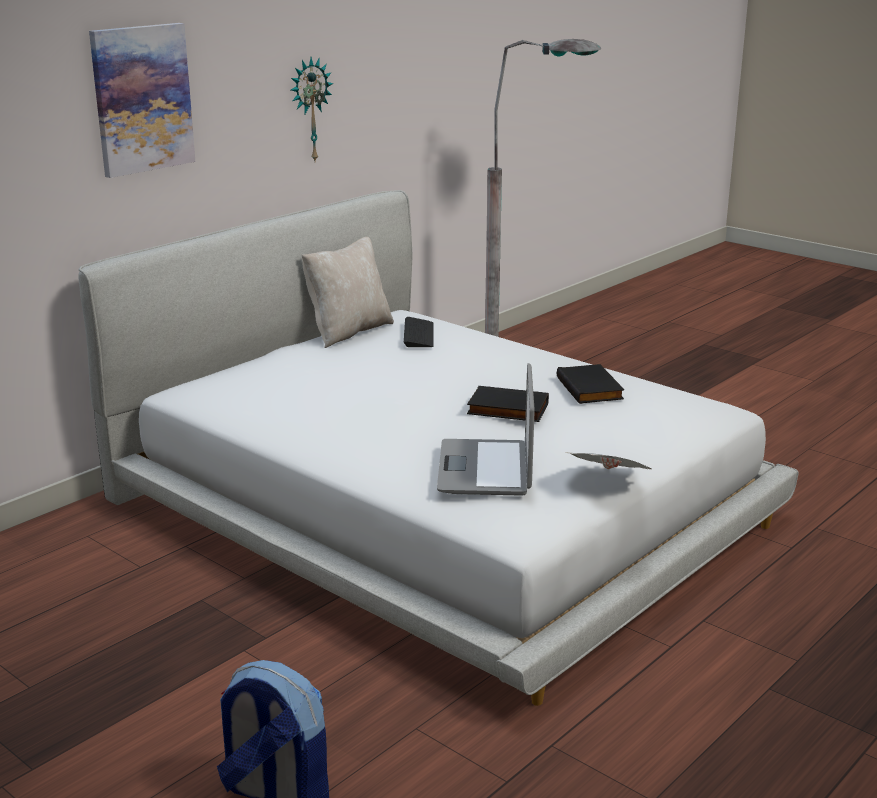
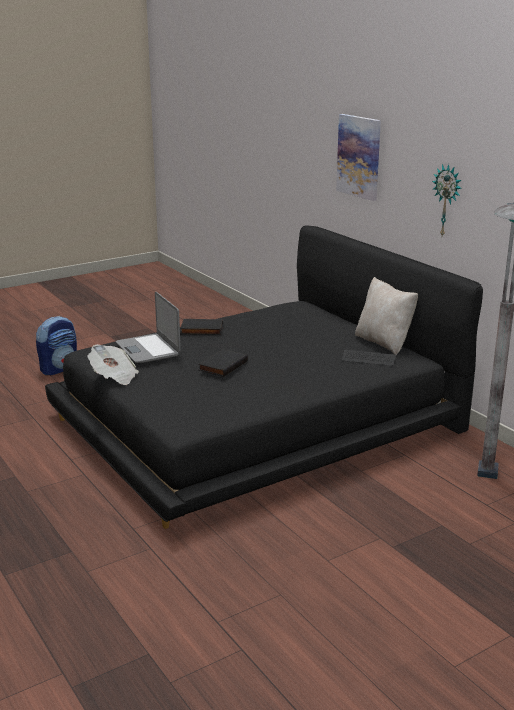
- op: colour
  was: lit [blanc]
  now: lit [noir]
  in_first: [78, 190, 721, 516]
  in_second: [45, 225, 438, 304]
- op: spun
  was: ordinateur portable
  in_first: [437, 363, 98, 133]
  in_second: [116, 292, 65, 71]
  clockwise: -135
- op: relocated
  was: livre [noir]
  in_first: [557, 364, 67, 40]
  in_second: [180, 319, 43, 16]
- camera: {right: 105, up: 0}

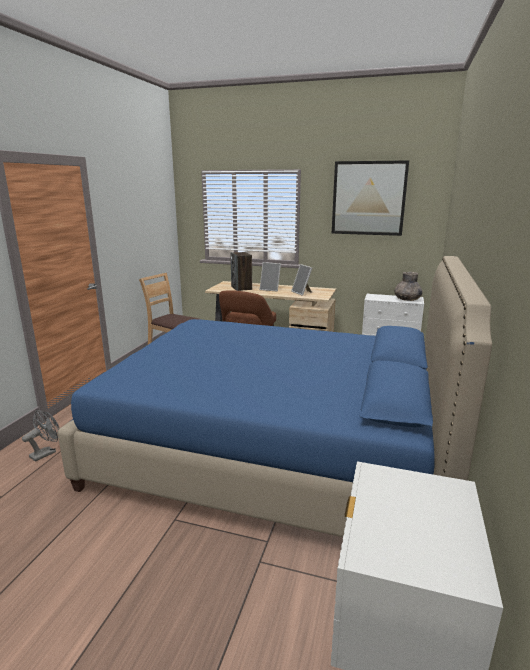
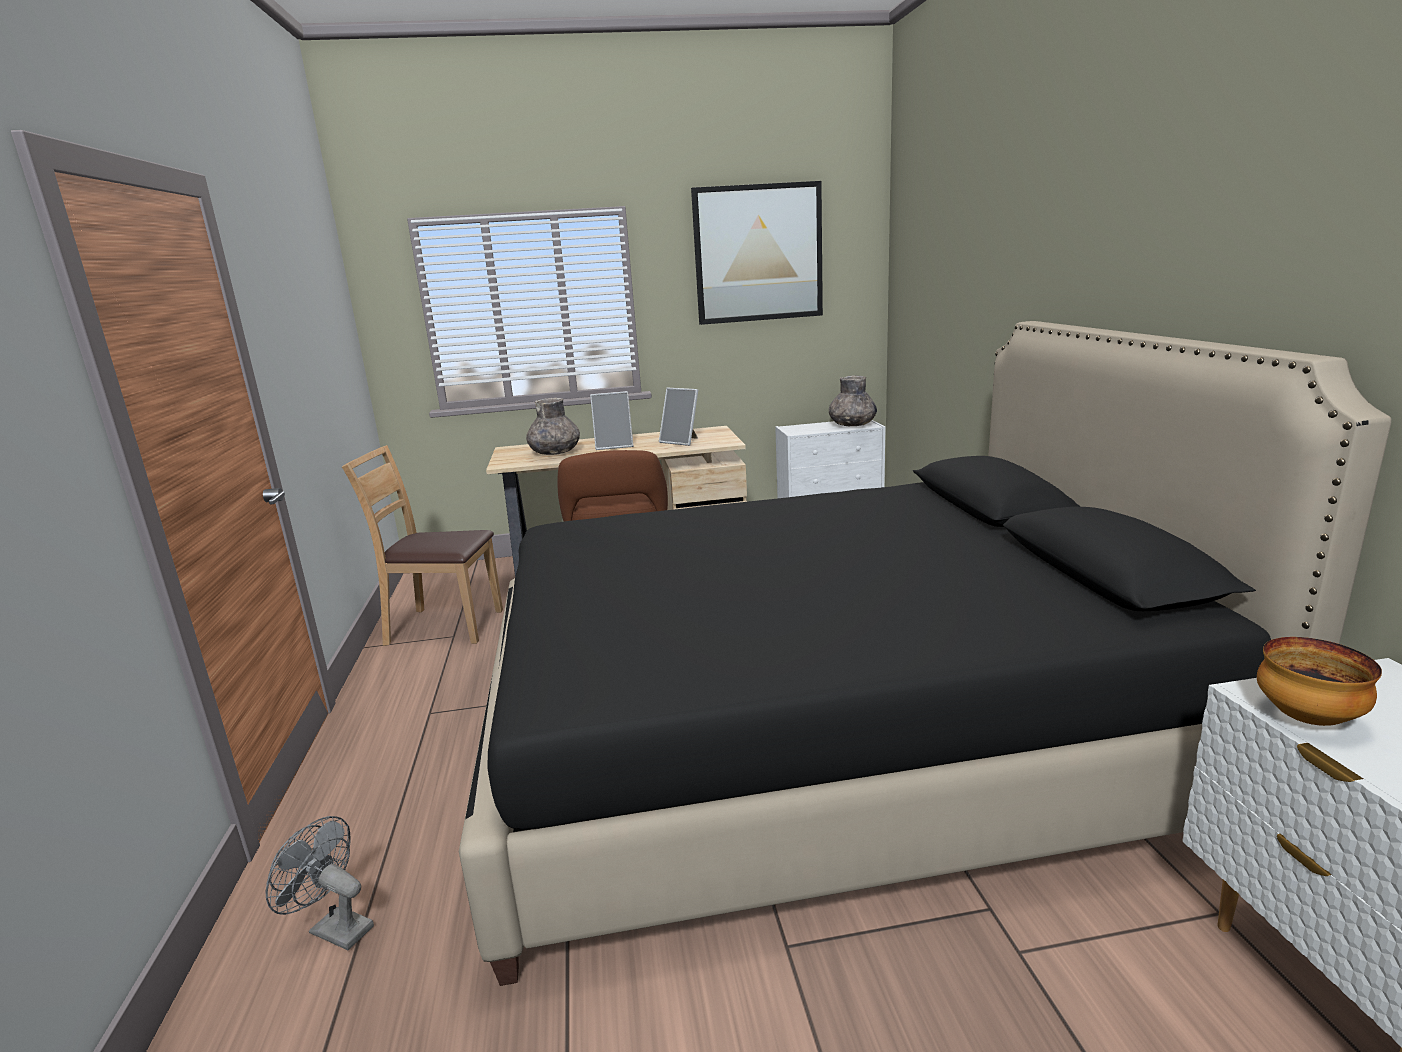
- op: spun
  was: ventilateur [gris]
  in_first: [22, 410, 37, 52]
  in_second: [265, 816, 109, 134]
  clockwise: -75
- op: colour
  was: lit [bleu]
  now: lit [noir]
  in_first: [58, 256, 434, 281]
  in_second: [459, 321, 933, 665]
- op: exchanged
  was: enceinte
  now: vase [gris]
  in_first: [230, 252, 22, 39]
  in_second: [526, 398, 54, 57]
- op: appeared
  now: bol
  in_second: [1257, 637, 125, 89]
- camera: {right: -25, up: 0}

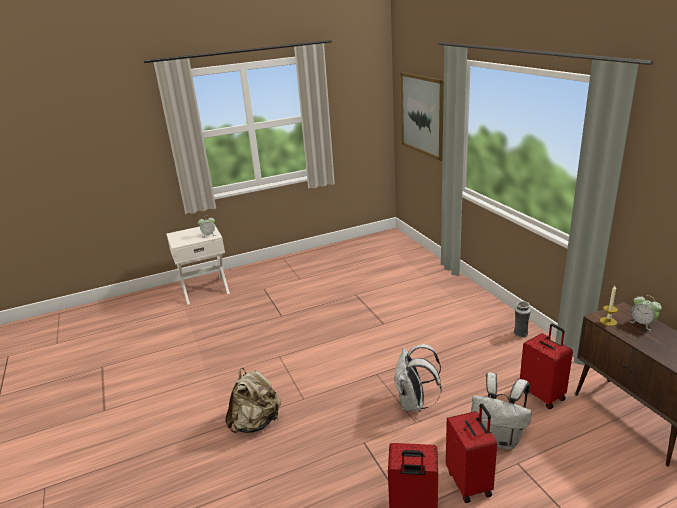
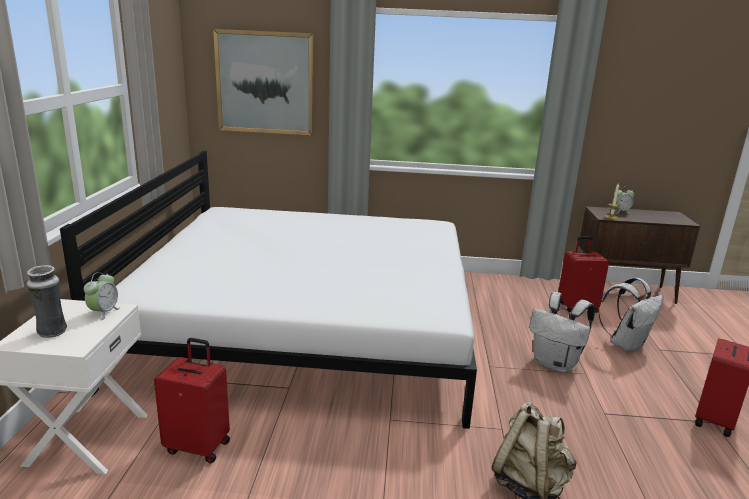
- op: relocated
  was: valise [rouge]
  in_first: [446, 404, 51, 99]
  in_second: [154, 338, 76, 125]
- op: relocated
  was: vase
  in_first: [514, 301, 17, 37]
  in_second: [27, 265, 40, 73]
- op: appeared
  now: lit [blanc]
  in_second: [60, 151, 417, 278]
- camera: {right: -65, up: -5}

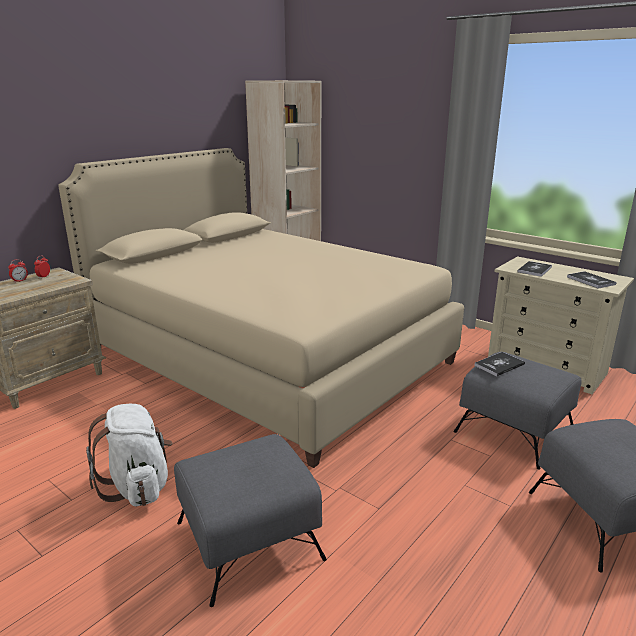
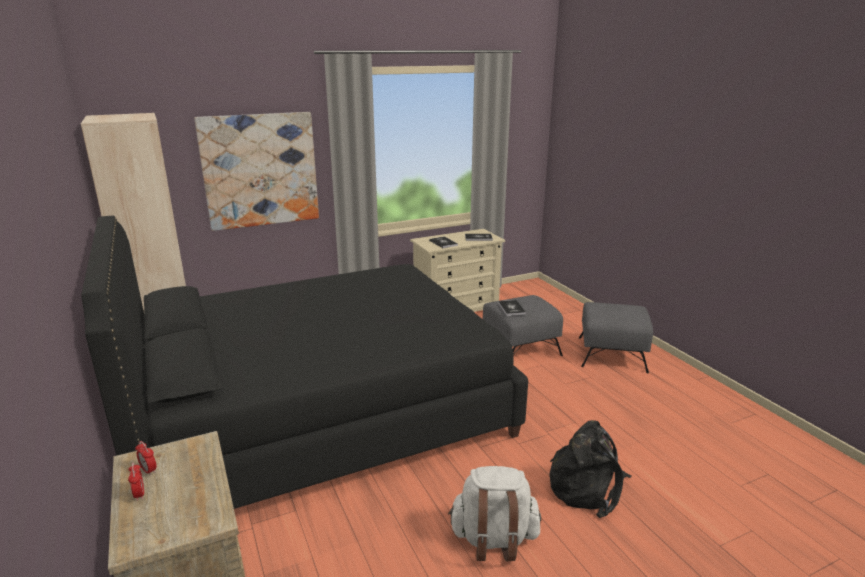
- op: colour
  was: lit [beige]
  now: lit [noir]
  in_first: [58, 148, 406, 320]
  in_second: [81, 216, 447, 293]
- op: exchanged
  was: pouf [gris]
  now: sac à dos [noir]
  in_first: [174, 434, 153, 173]
  in_second: [549, 420, 82, 98]
- op: appeared
  now: tableau
  in_second: [194, 112, 125, 119]
- camera: {right: -65, up: 0}

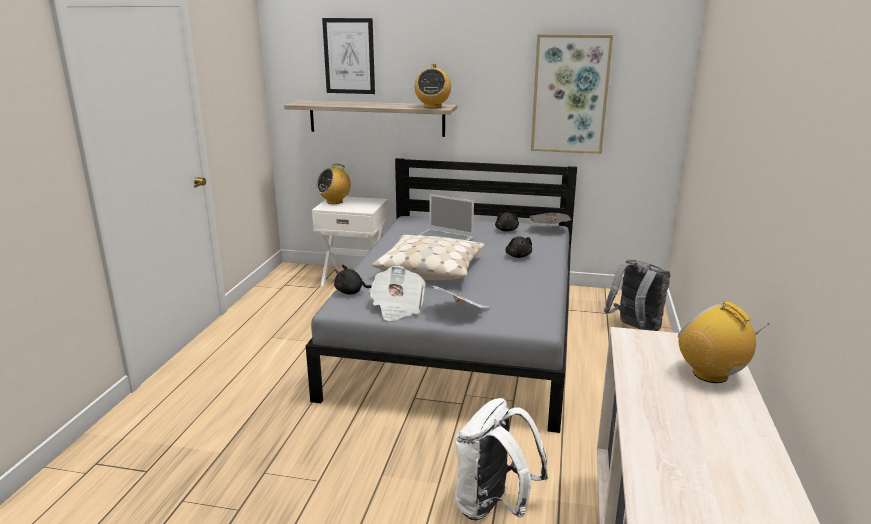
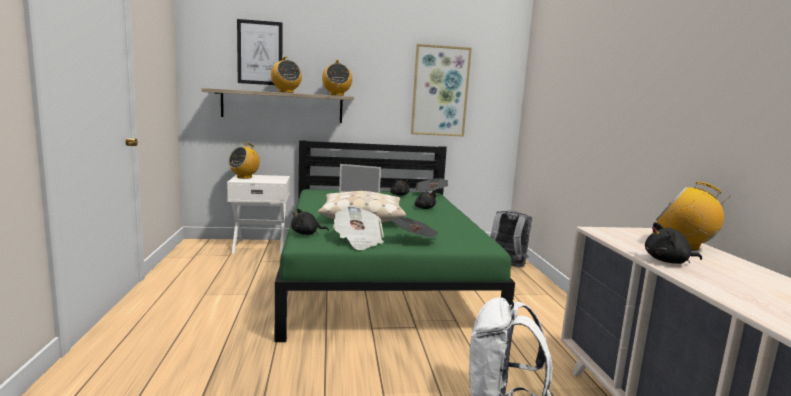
- op: colour
  was: lit [gris]
  now: lit [vert]
  in_first: [306, 158, 271, 275]
  in_second: [275, 140, 240, 202]
- op: appeared
  now: radio
  in_second: [271, 57, 31, 36]
- op: appeared
  now: peluche [noir]
  in_second: [645, 222, 57, 42]
- camera: {right: -20, up: -10}

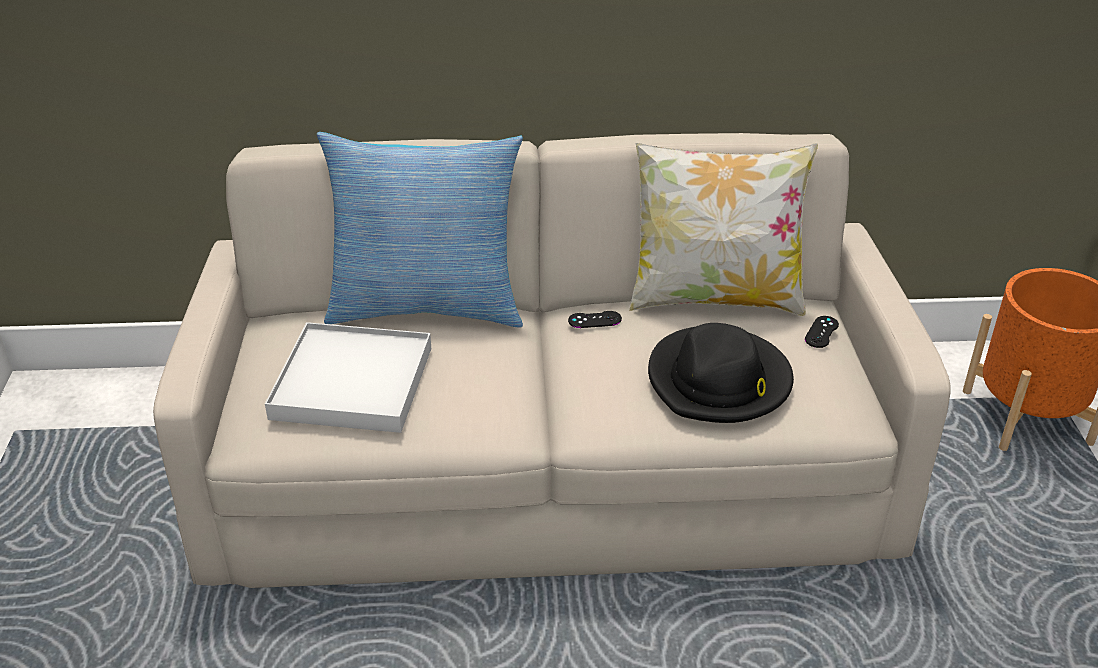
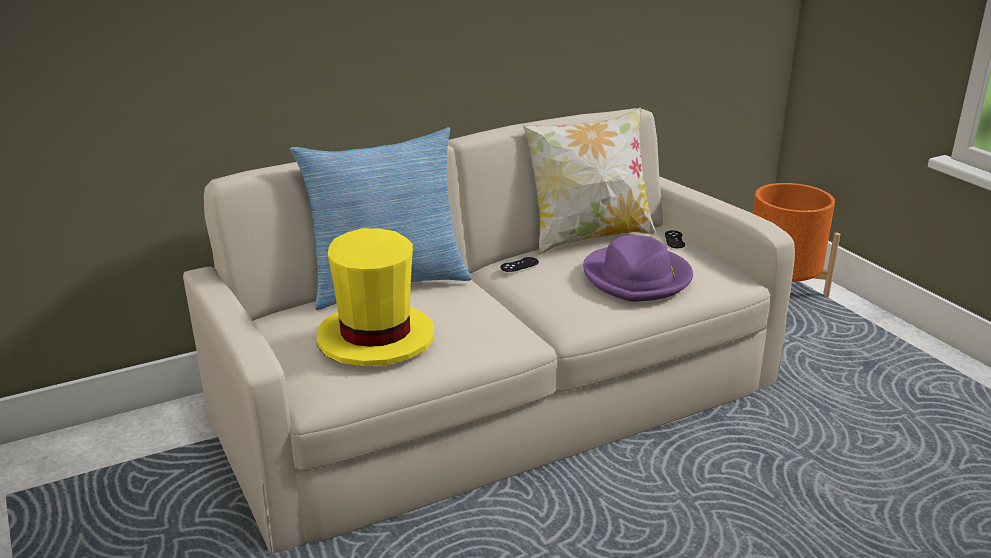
- op: exchanged
  was: plateau [blanc]
  now: chapeau [jaune]
  in_first: [265, 322, 166, 111]
  in_second: [317, 228, 117, 138]
- op: colour
  was: chapeau [noir]
  now: chapeau [violet]
  in_first: [648, 323, 146, 100]
  in_second: [583, 235, 110, 67]
- camera: {right: -25, up: -10}

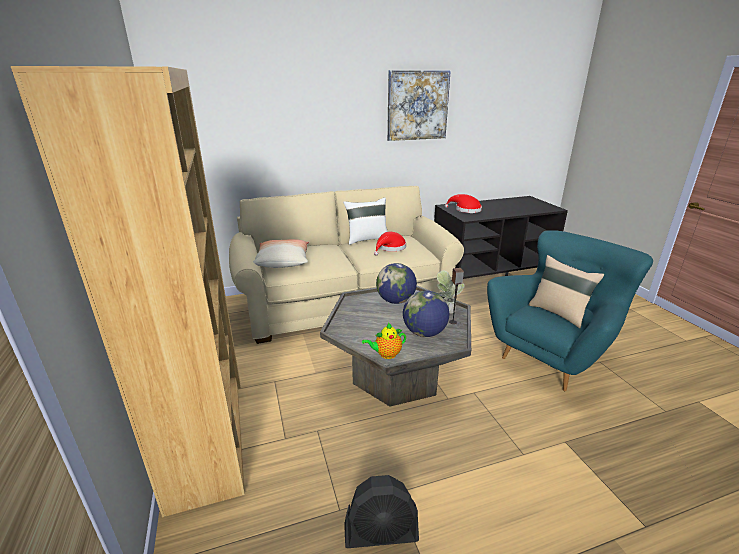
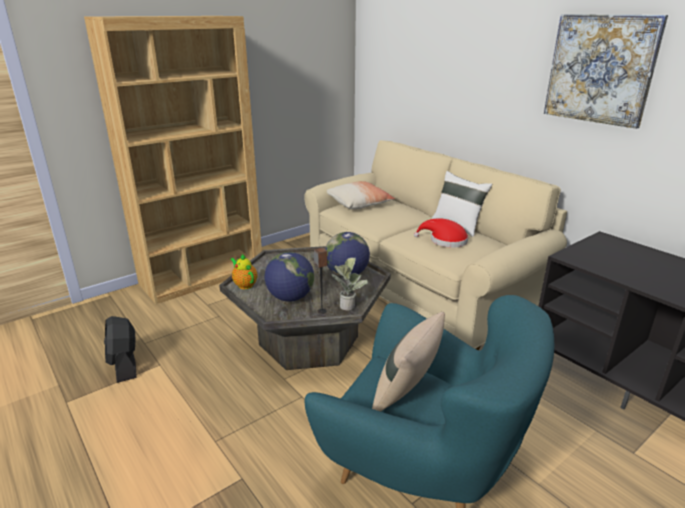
- op: missing
  was: chapeau [rouge]
  in_first: [445, 194, 37, 19]
- camera: {right: 70, up: 0}

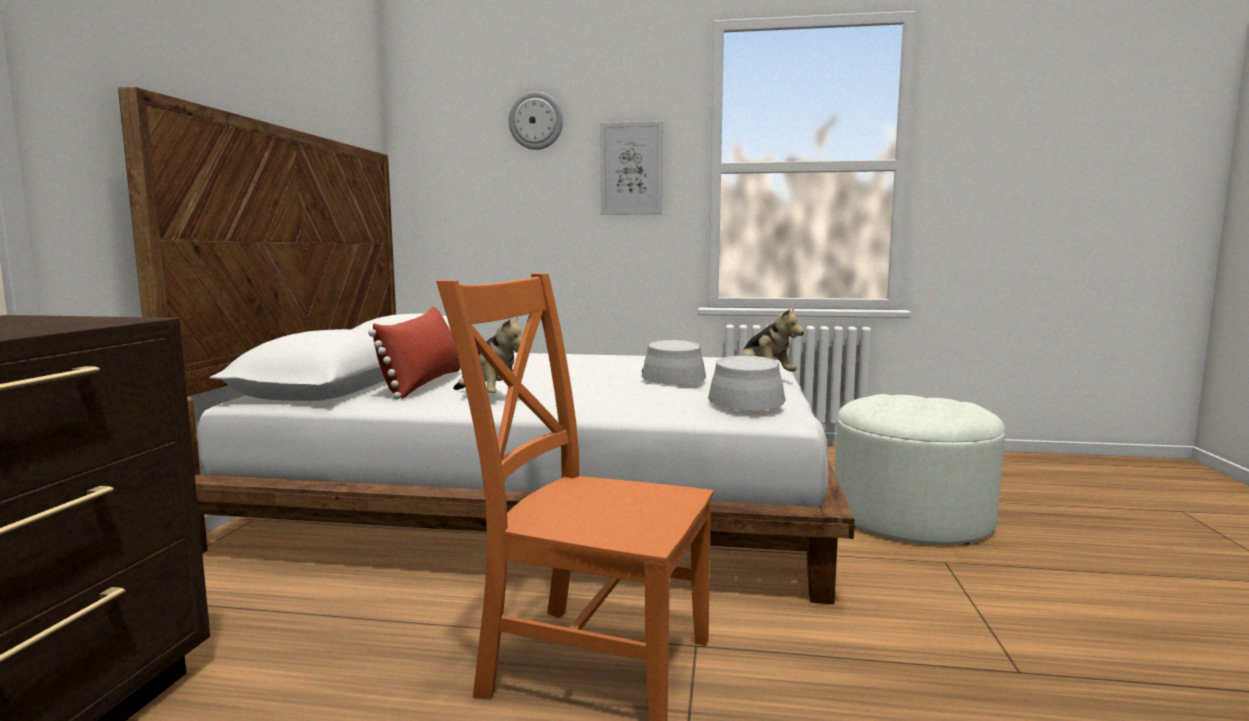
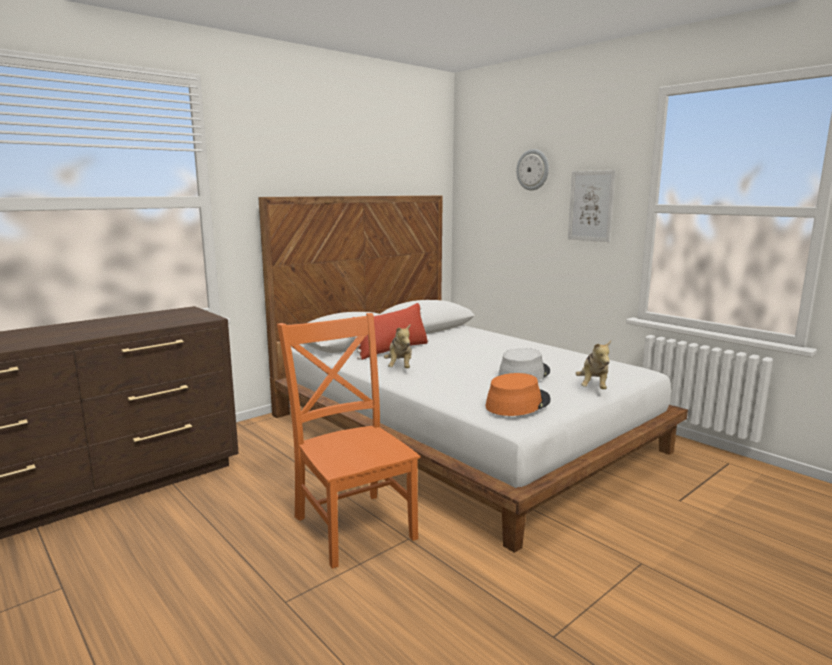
- op: colour
  was: chapeau [gris]
  now: chapeau [orange]
  in_first: [708, 356, 78, 55]
  in_second: [485, 373, 66, 43]
- op: missing
  was: pouf [blanc]
  in_first: [835, 394, 170, 151]
- camera: {right: 40, up: 5}

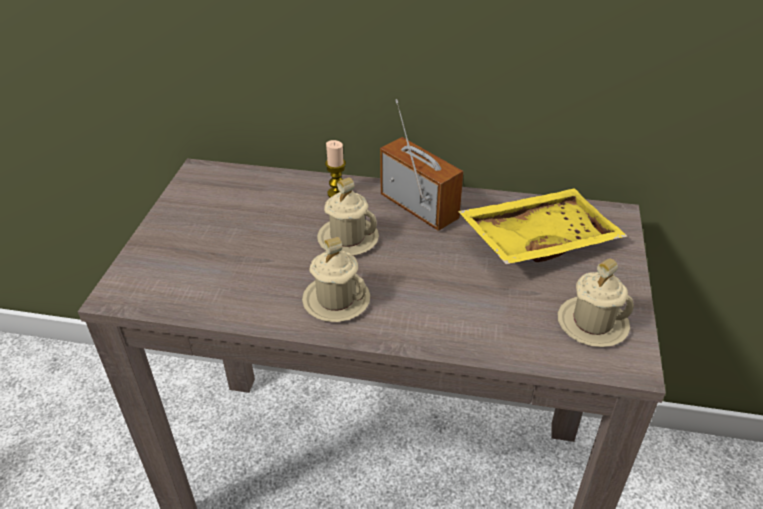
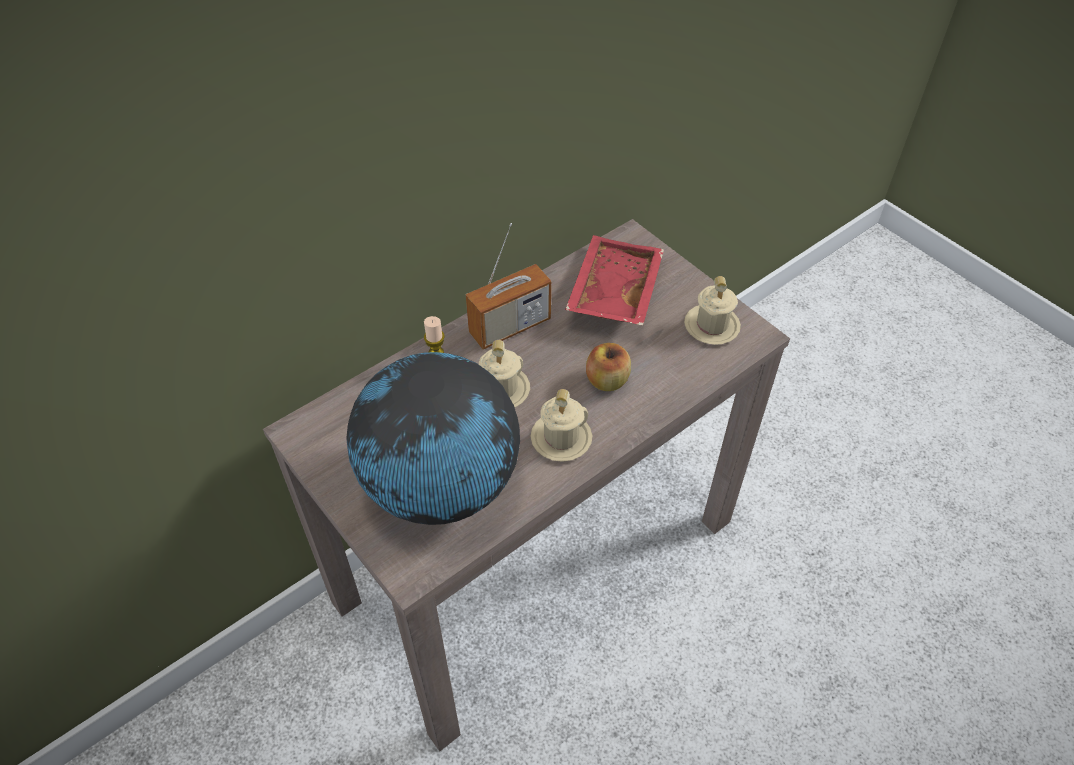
- op: spun
  was: radio
  in_first: [380, 99, 83, 132]
  in_second: [466, 223, 85, 127]
  clockwise: 150
- op: colour
  was: plateau [jaune]
  now: plateau [rouge]
  in_first: [458, 188, 169, 76]
  in_second: [565, 235, 99, 91]
- op: appeared
  now: globe
  in_second: [346, 352, 174, 173]
- op: appeared
  now: pomme
  in_second: [586, 343, 45, 48]
- camera: {right: -50, up: 10}

